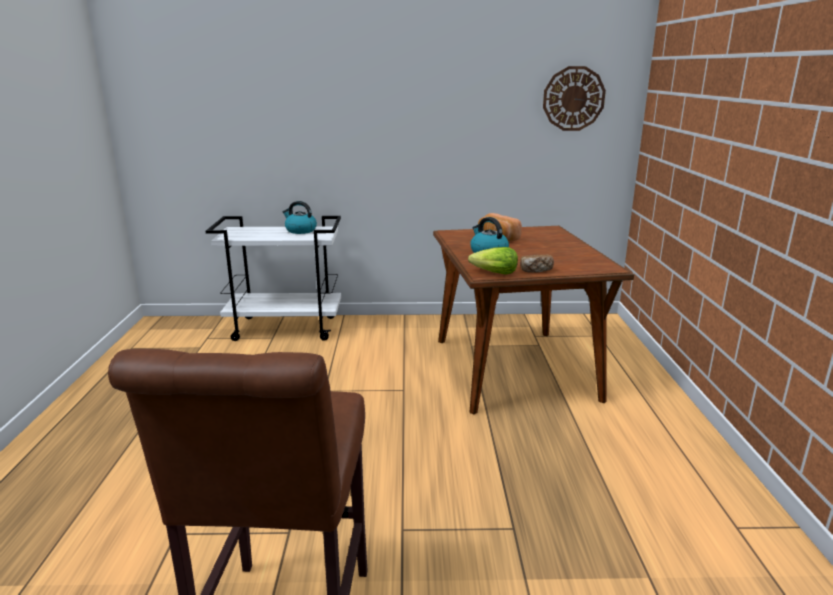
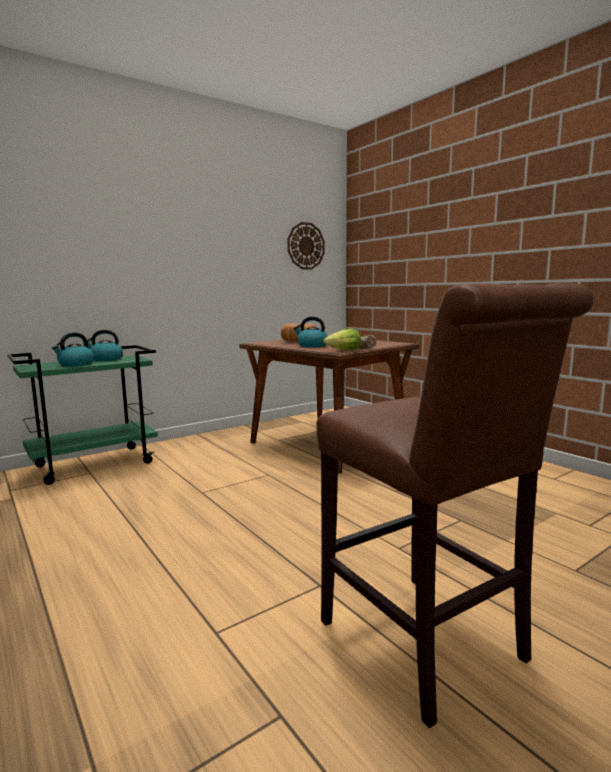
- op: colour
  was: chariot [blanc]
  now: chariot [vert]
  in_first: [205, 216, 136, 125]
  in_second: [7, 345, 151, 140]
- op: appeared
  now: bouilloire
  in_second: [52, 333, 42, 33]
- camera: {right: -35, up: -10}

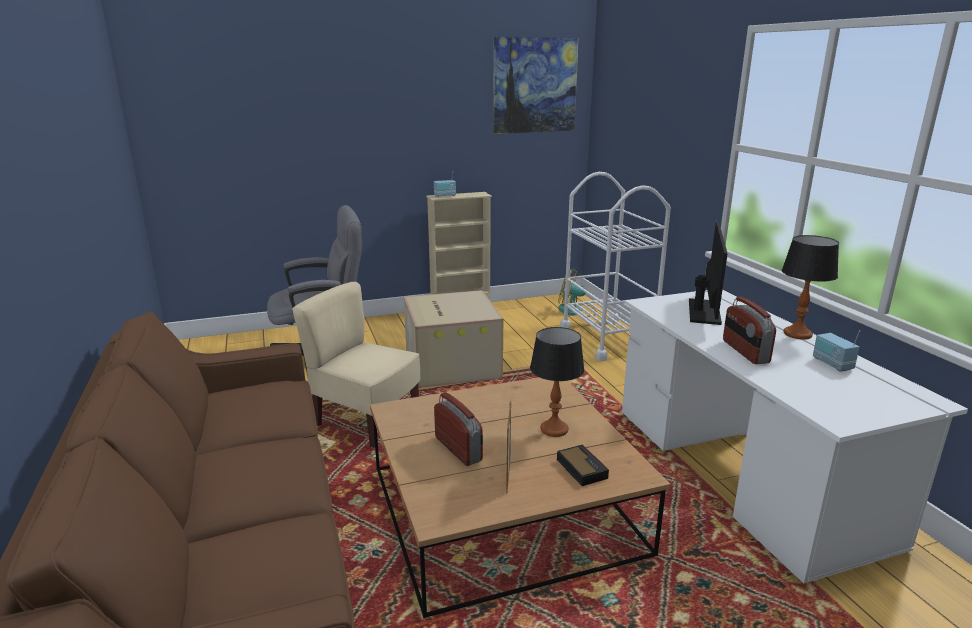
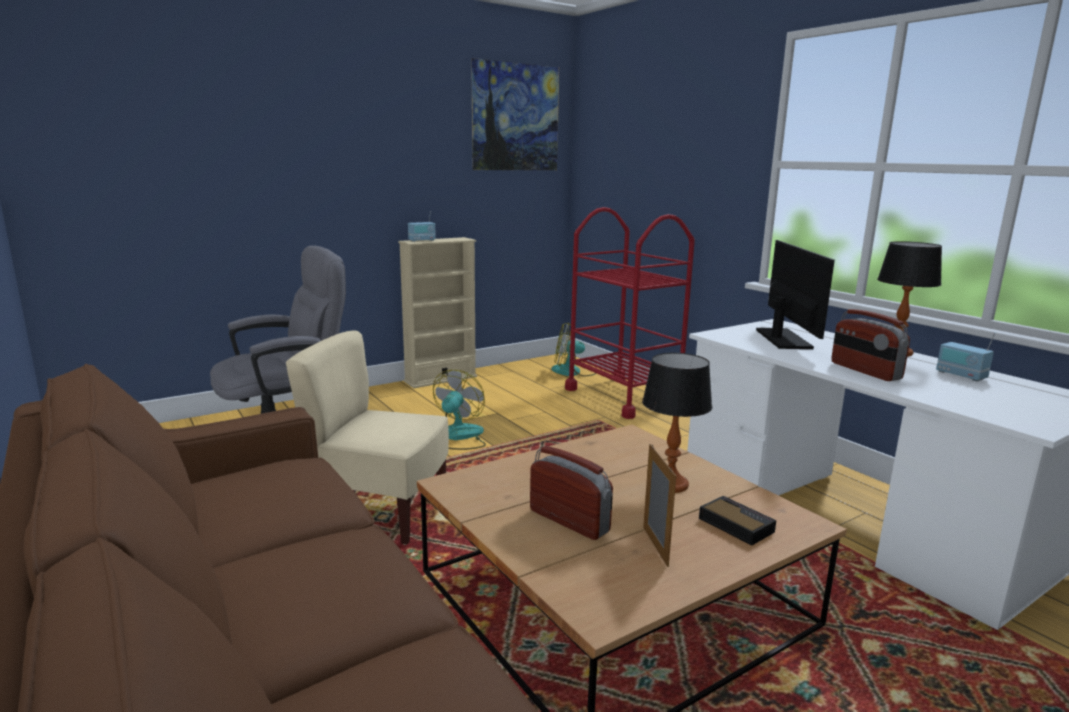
- op: exchanged
  was: carton
  now: ventilateur
  in_first: [404, 290, 99, 98]
  in_second: [433, 370, 53, 80]
- op: colour
  was: chariot [blanc]
  now: chariot [rouge]
  in_first: [560, 172, 111, 189]
  in_second: [565, 207, 130, 212]
- camera: {right: -15, up: -5}

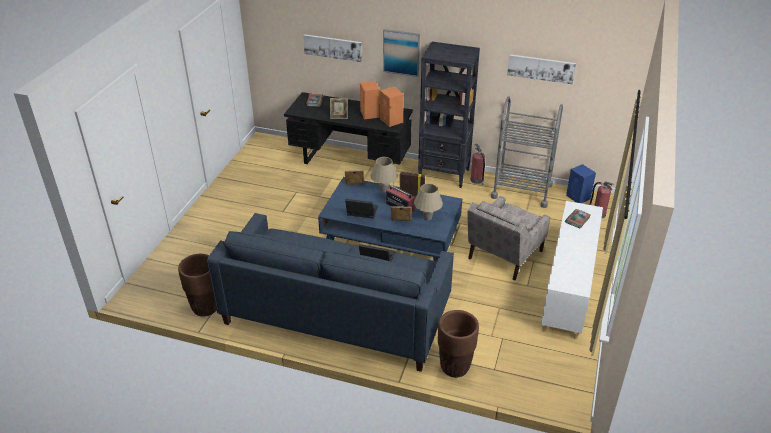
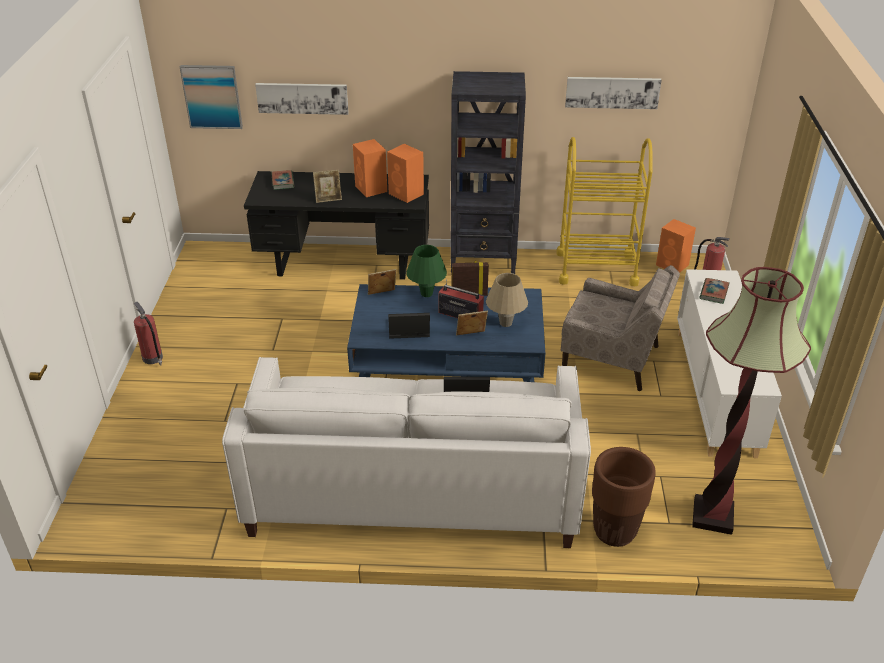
- op: missing
  was: cache-pot [marron]
  in_first: [178, 254, 39, 63]
- op: colour
  was: canapé [bleu]
  now: canapé [blanc]
  in_first: [207, 213, 247, 159]
  in_second: [222, 357, 369, 191]
- op: colour
  was: lampe de table [beige]
  now: lampe de table [vert]
  in_first: [370, 157, 28, 35]
  in_second: [406, 245, 41, 52]
- op: relocated
  was: tableau
  in_first: [383, 29, 37, 48]
  in_second: [180, 65, 63, 64]
- op: spun
  was: fauteuil [beige]
  in_first: [467, 196, 83, 84]
  in_second: [561, 265, 119, 126]
  clockwise: -90
- op: relocated
  was: extincteur
  in_first: [470, 144, 15, 41]
  in_second: [134, 302, 29, 64]
- op: colour
  was: chariot [gris]
  now: chariot [jaune]
  in_first: [491, 96, 72, 112]
  in_second: [556, 137, 97, 149]
- op: colour
  was: enceinte [bleu]
  now: enceinte [orange]
  in_first: [566, 164, 30, 39]
  in_second: [656, 219, 40, 54]
- op: appeared
  now: lampadaire
  in_second: [692, 267, 119, 268]
- camera: {right: -15, up: 0}

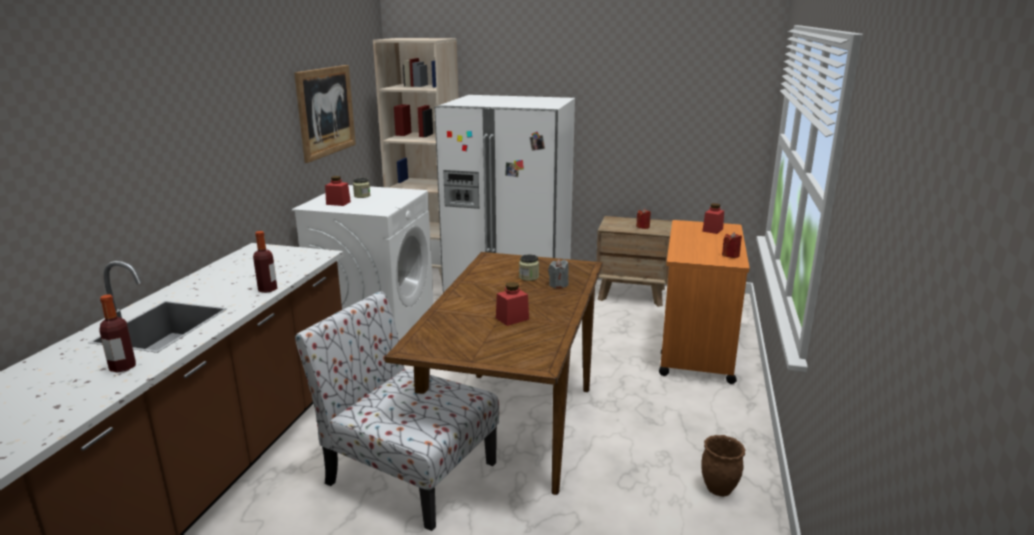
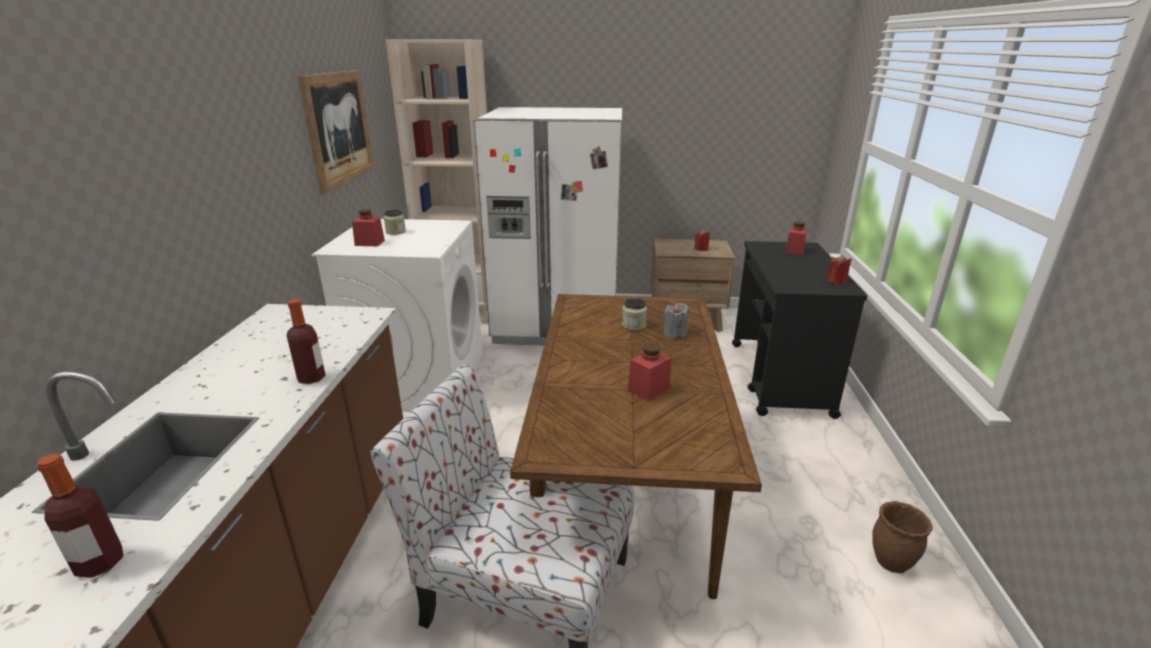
- op: colour
  was: chariot [orange]
  now: chariot [noir]
  in_first: [659, 220, 90, 164]
  in_second: [732, 241, 136, 178]
- camera: {right: -10, up: 5}

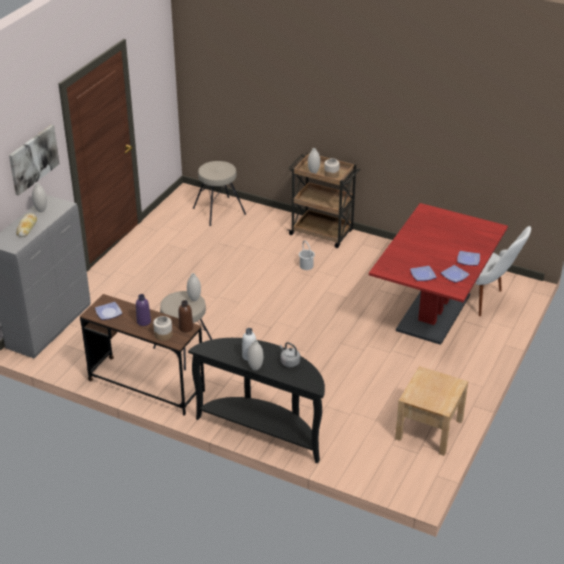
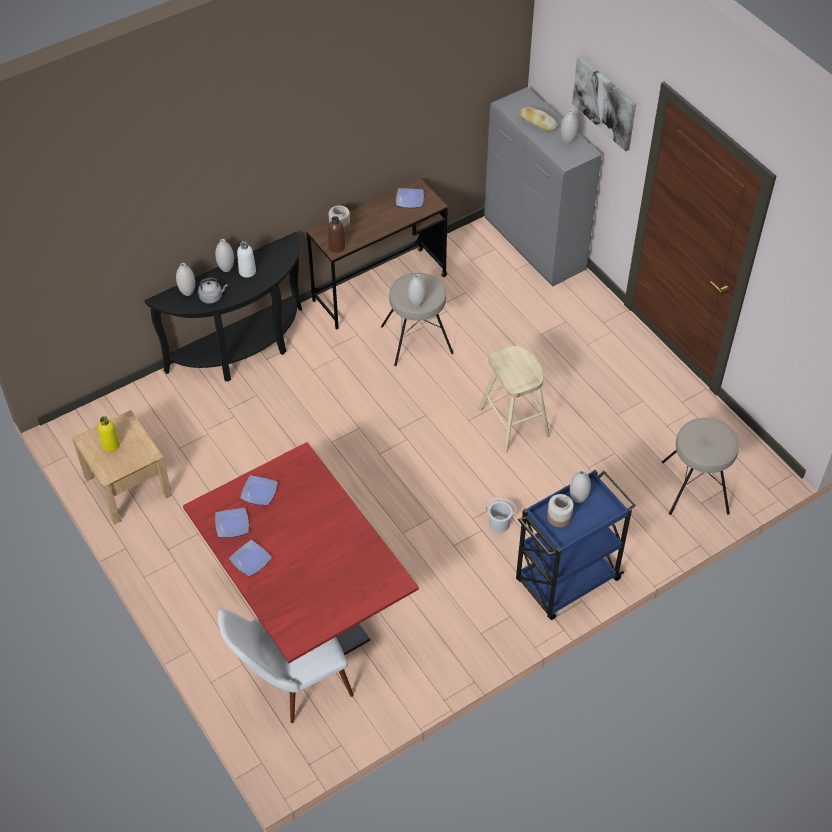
- op: missing
  was: bouteille [violet]
  in_first: [136, 294, 15, 32]
- op: colour
  was: chariot [marron]
  now: chariot [bleu]
  in_first: [288, 152, 72, 96]
  in_second: [516, 470, 120, 150]
- op: appeared
  now: bouteille [jaune]
  in_second: [98, 416, 22, 36]
- op: appeared
  now: vase [blanc]
  in_second: [176, 263, 19, 33]
- op: appeared
  now: tabouret [beige]
  in_second: [478, 346, 72, 107]
- camera: {right: 120, up: 15}

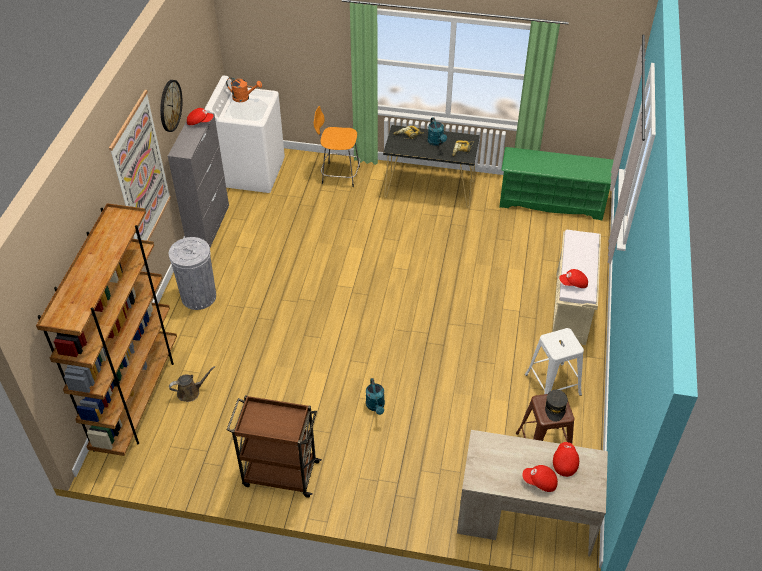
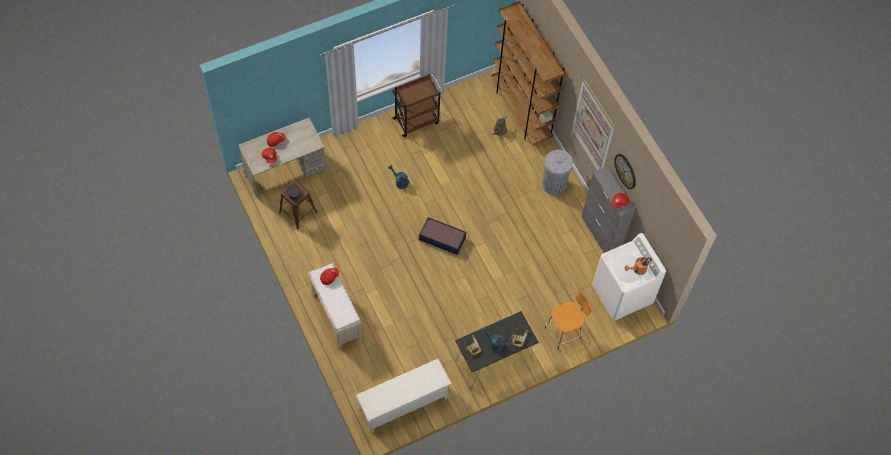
- op: colour
  was: étagère à chaussures [vert]
  now: étagère à chaussures [blanc]
  in_first: [499, 147, 115, 73]
  in_second: [356, 359, 95, 74]
- op: missing
  was: tabouret [blanc]
  in_first: [525, 328, 59, 68]
- op: appeared
  now: boîte de rangement
  in_second: [419, 217, 47, 38]
- camera: {right: 140, up: 15}

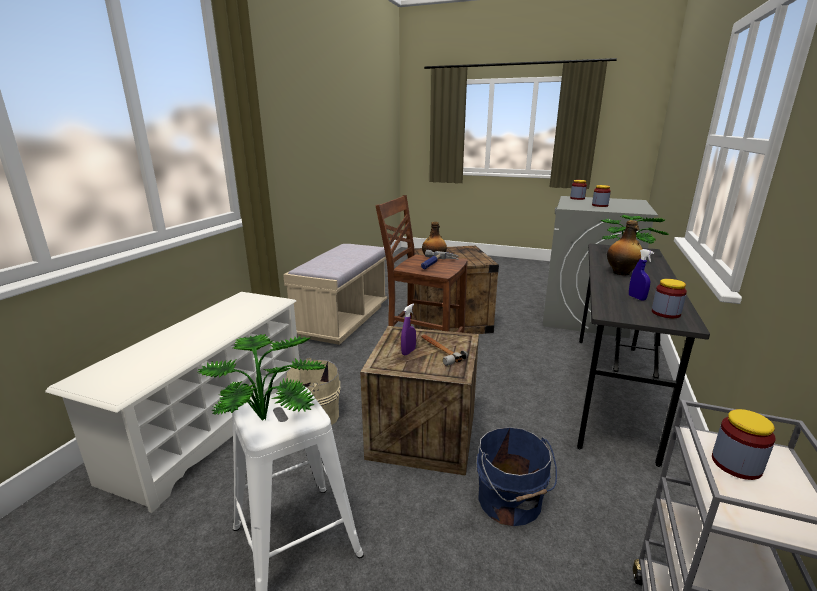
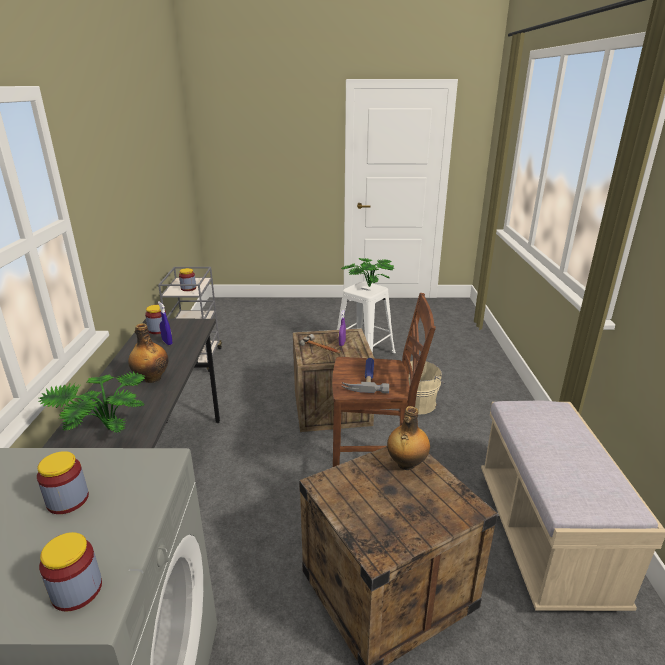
- op: missing
  was: étagère à chaussures [blanc]
  in_first: [45, 292, 255, 221]
- op: missing
  was: seau [bleu]
  in_first: [477, 427, 80, 99]
- camera: {right: 160, up: 5}

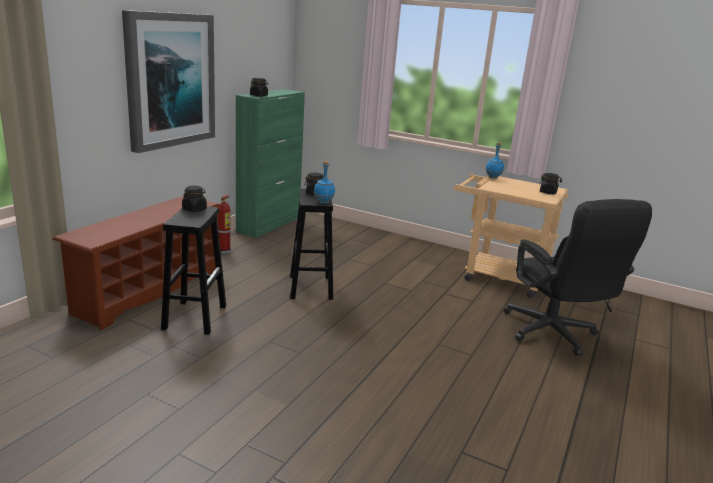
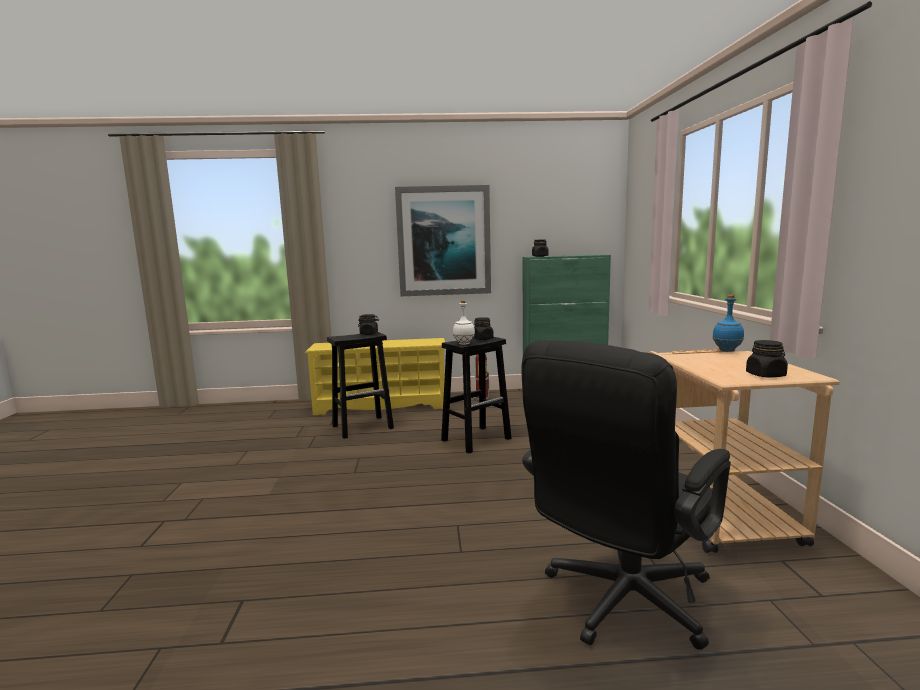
- op: colour
  was: étagère à chaussures [marron]
  now: étagère à chaussures [jaune]
  in_first: [52, 196, 169, 134]
  in_second: [305, 338, 141, 77]
- op: colour
  was: bouteille [bleu]
  now: bouteille [blanc]
  in_first: [314, 161, 21, 43]
  in_second: [453, 300, 22, 45]
- camera: {right: 60, up: -10}

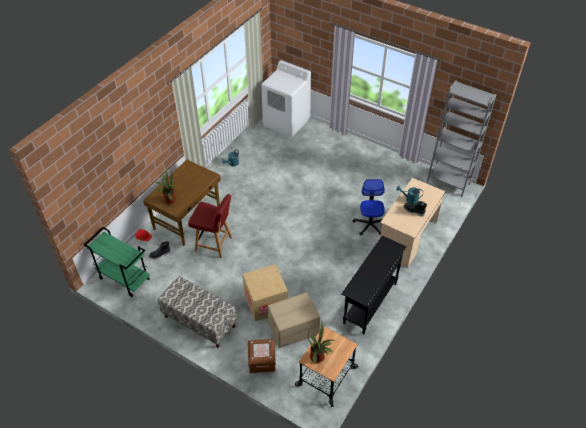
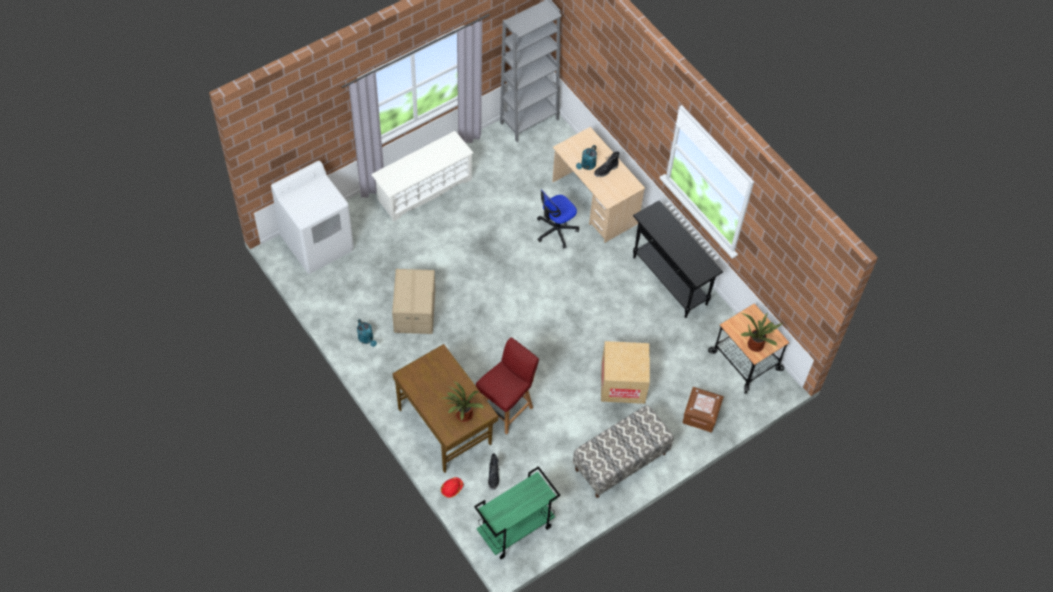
- op: relocated
  was: carton
  in_first: [268, 292, 52, 56]
  in_second: [392, 269, 43, 65]
- op: spun
  was: chaise de bureau
  in_first: [352, 179, 33, 56]
  in_second: [537, 189, 42, 60]
  clockwise: -60
- op: appeared
  now: étagère à chaussures [blanc]
  in_second: [372, 131, 101, 91]
- camera: {right: -70, up: 10}

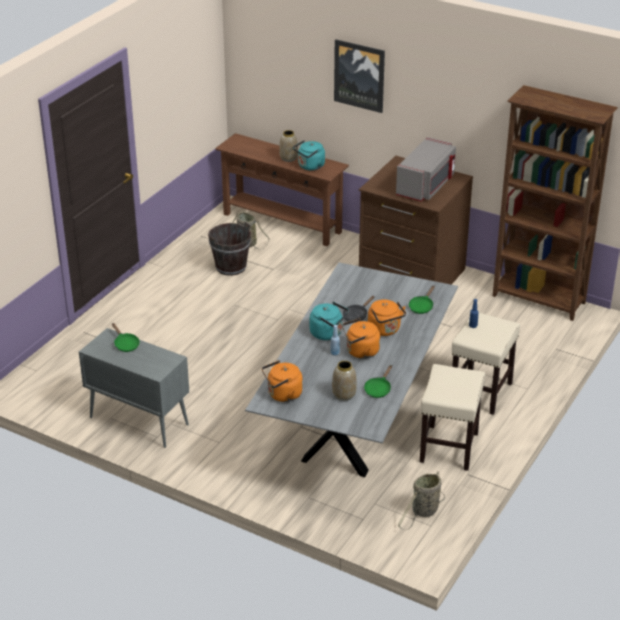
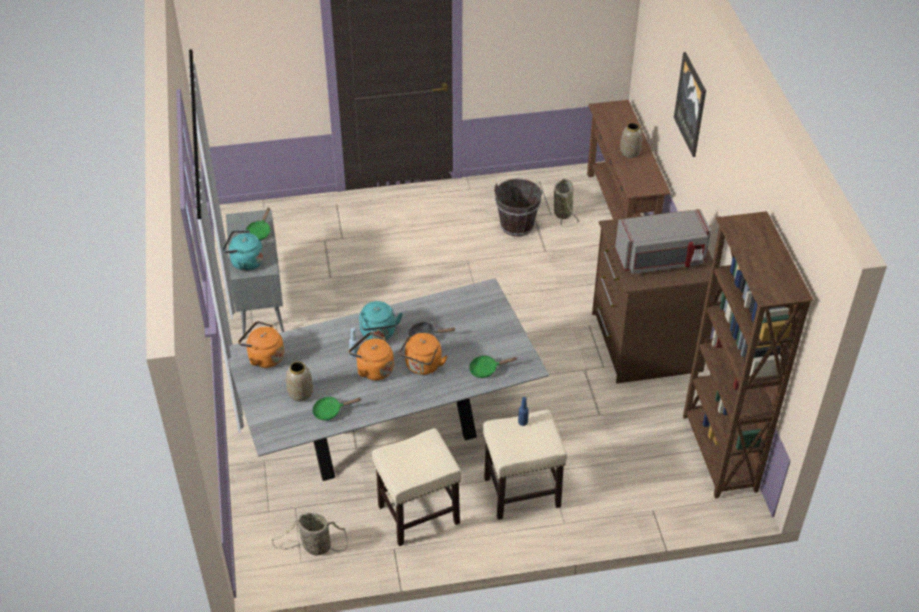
- op: relocated
  was: bouilloire [turquoise]
  in_first: [293, 140, 32, 31]
  in_second: [223, 230, 41, 41]
- camera: {right: 50, up: 10}

